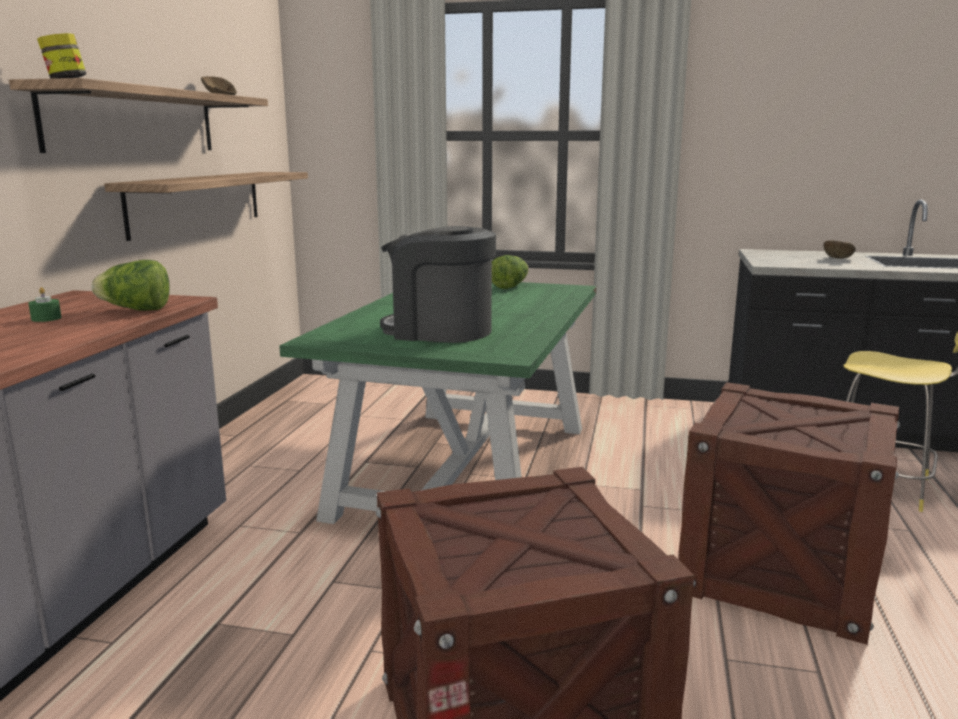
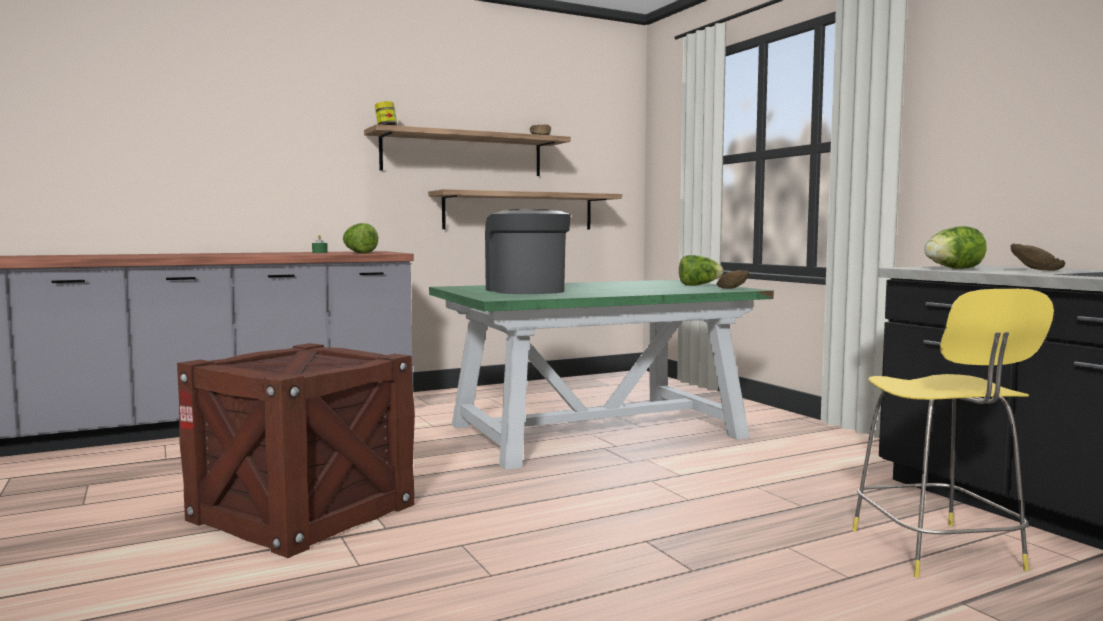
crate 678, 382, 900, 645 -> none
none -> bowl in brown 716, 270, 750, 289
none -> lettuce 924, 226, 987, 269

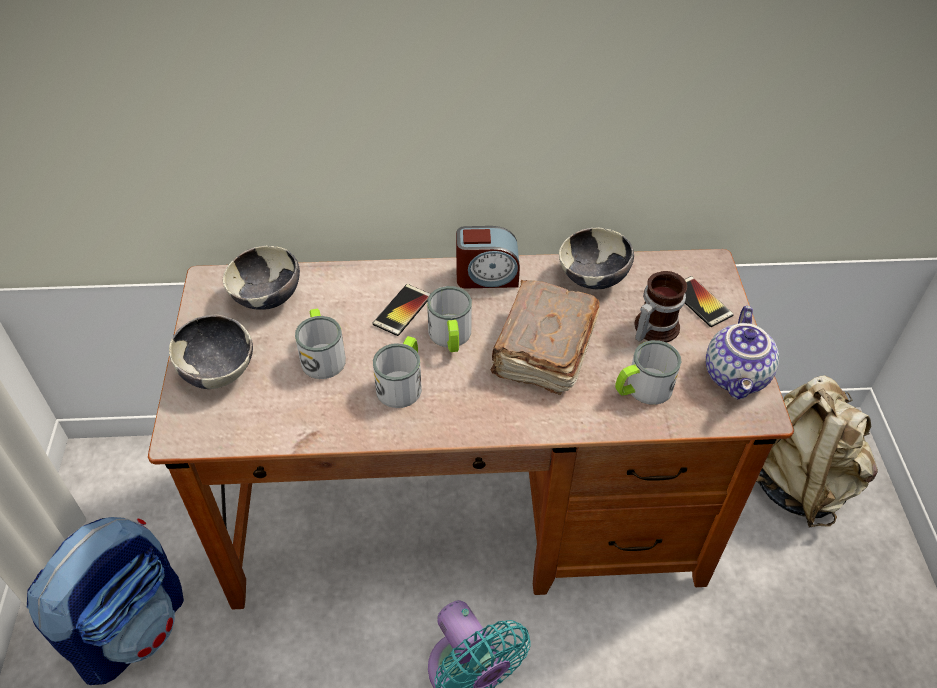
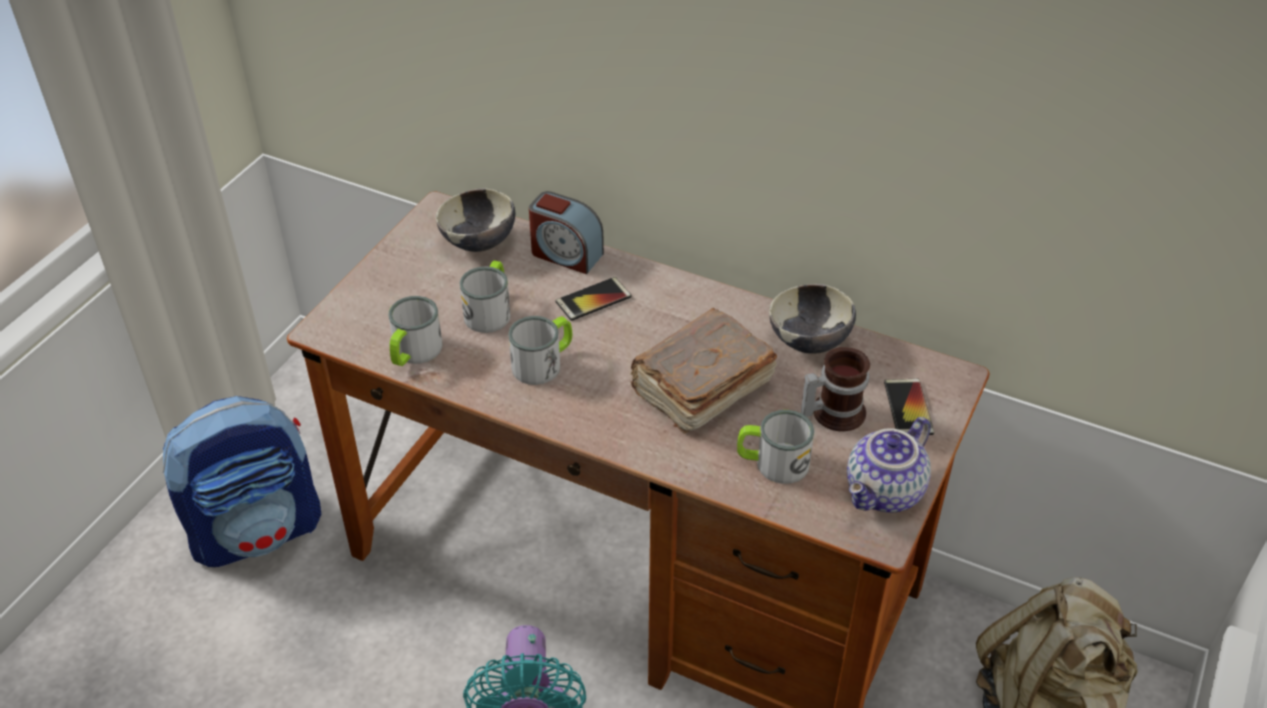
bowl 169, 315, 253, 389 -> none
mug 427, 286, 472, 352 -> mug 389, 296, 442, 366, moved
alarm clock 456, 226, 520, 288 -> alarm clock 529, 191, 604, 274, moved

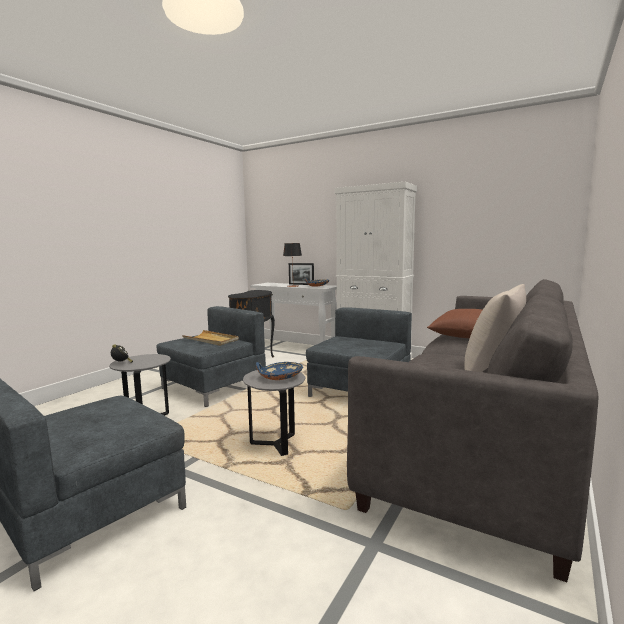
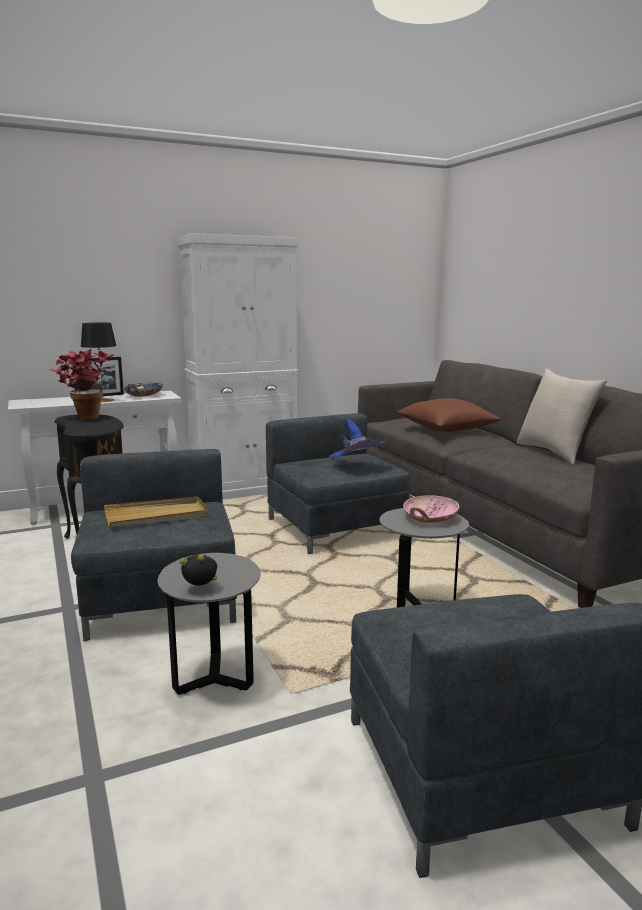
bowl in blue 256, 362, 303, 380 -> bowl in pink 403, 495, 459, 523
none -> potted plant 49, 349, 115, 420
none -> hat in blue 329, 418, 386, 461

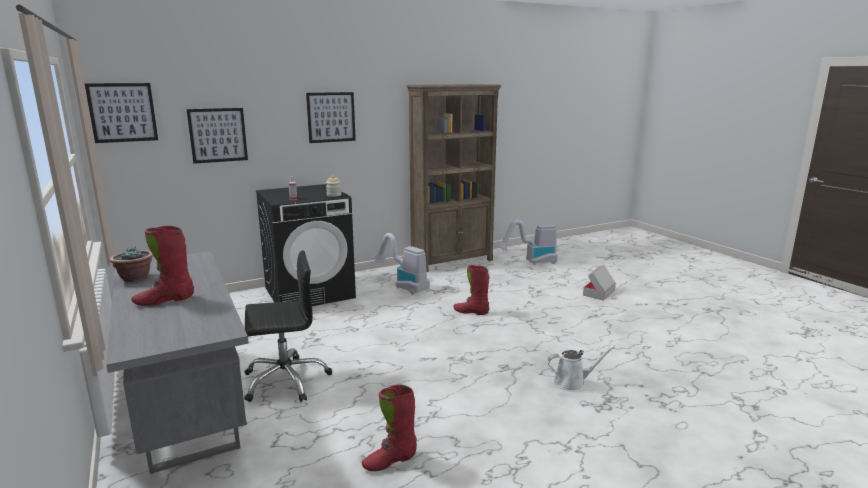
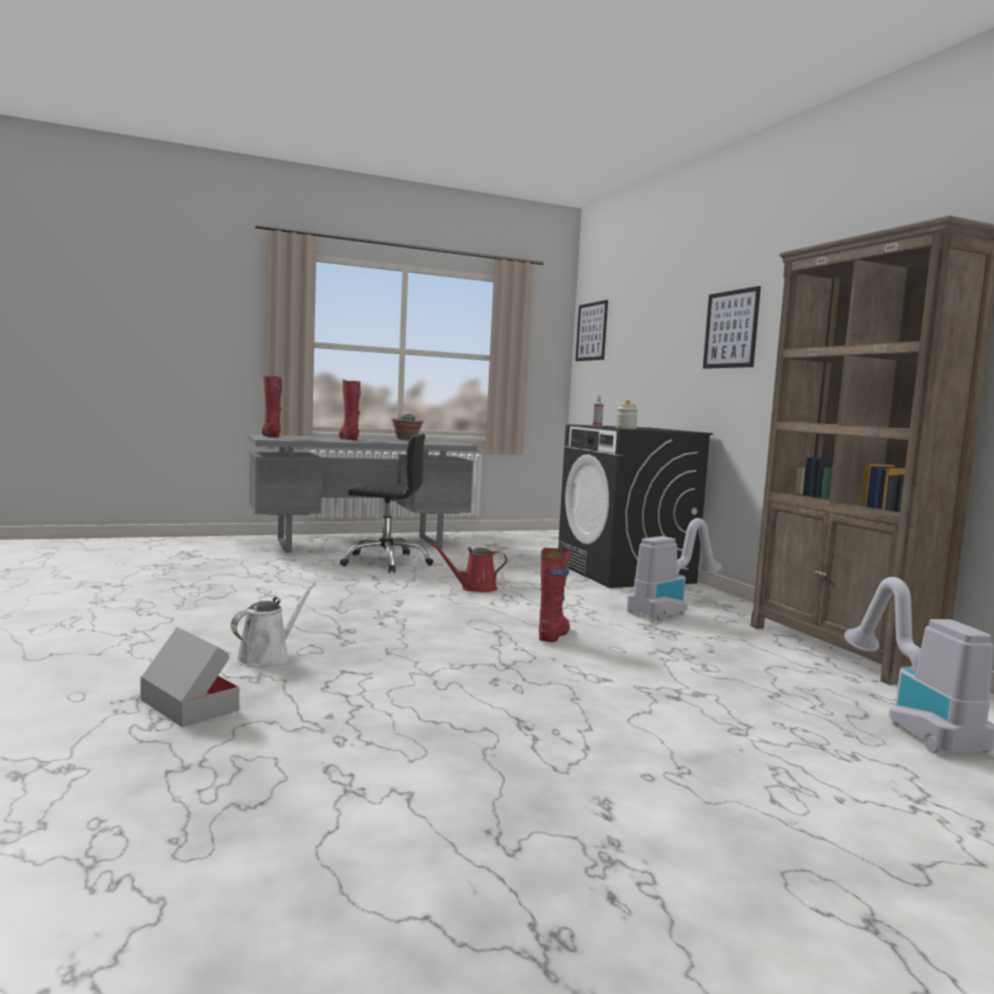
picture 186, 108, 248, 164 -> none
office chair in black 244, 250, 332, 402 -> office chair in black 340, 434, 434, 573, 75 degrees counterclockwise
boot in red 362, 384, 417, 471 -> boot in red 262, 375, 282, 437, moved
watering can in white 547, 346, 615, 392 -> watering can in white 231, 582, 316, 667, 150 degrees counterclockwise
cardboard box 583, 265, 616, 300 -> cardboard box 140, 627, 239, 727, moved
none -> watering can in red 431, 543, 507, 592

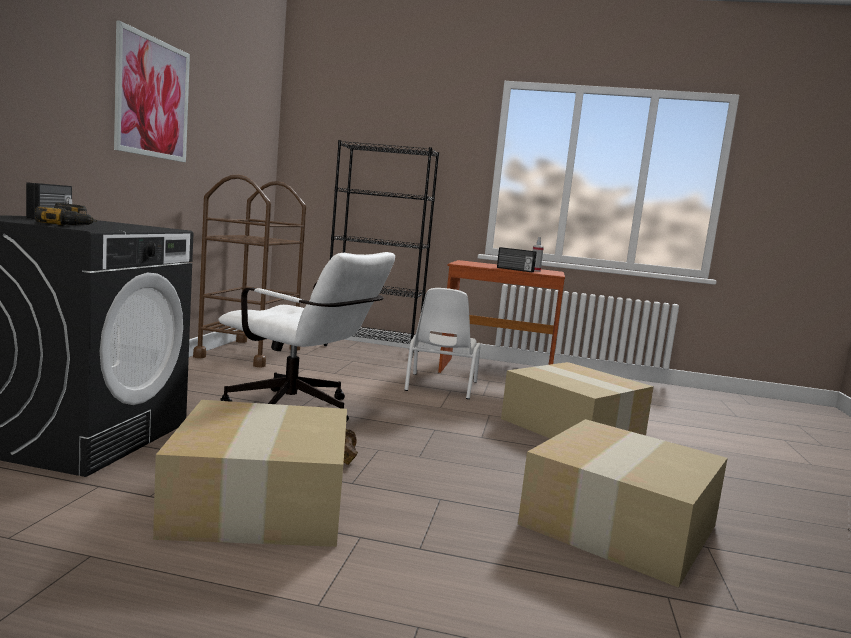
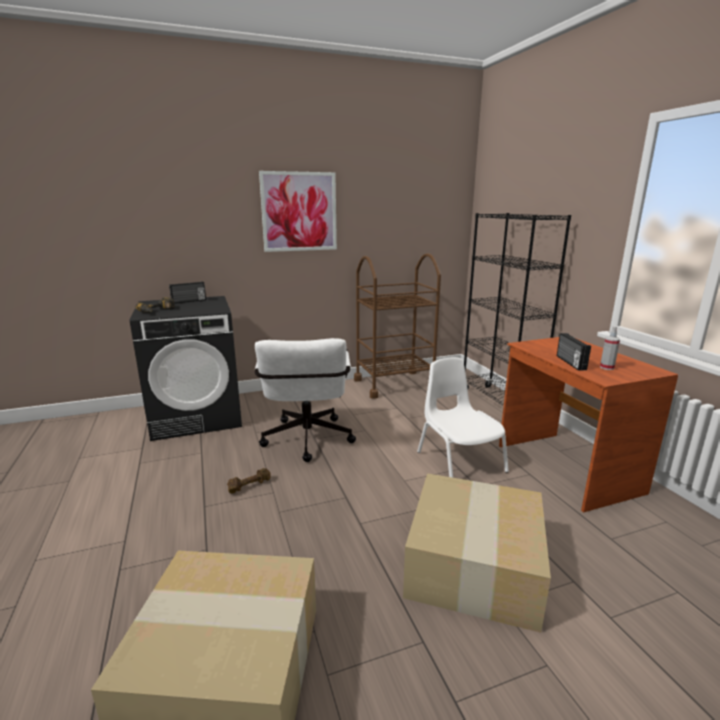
cardboard box 153, 400, 347, 547 -> none
chair in white 404, 288, 481, 399 -> chair in white 417, 357, 509, 478, 90 degrees clockwise

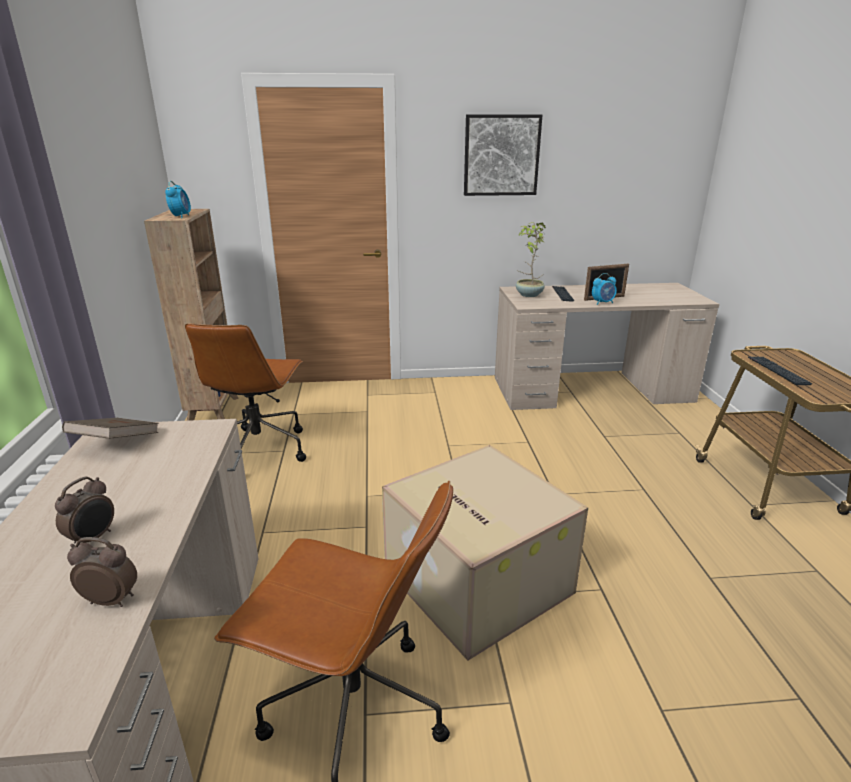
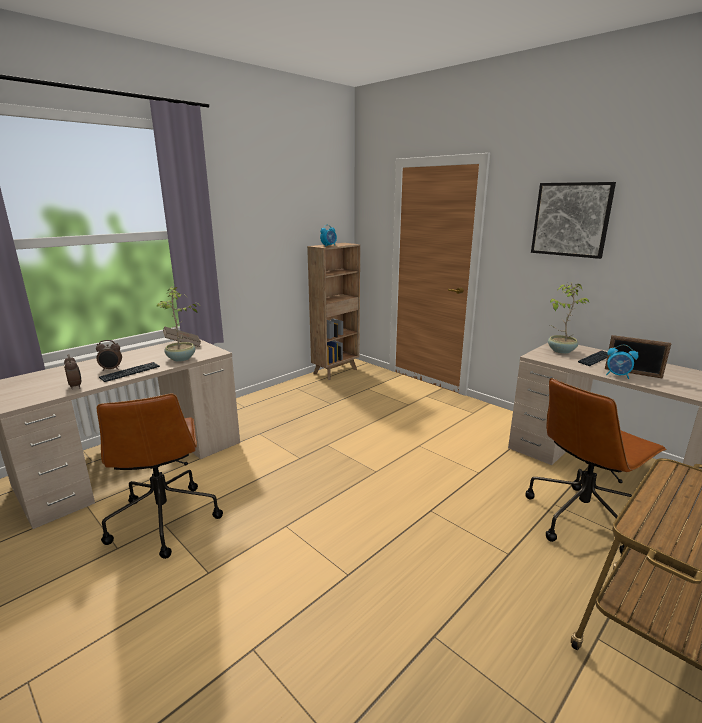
office chair in brown 185, 323, 306, 462 -> office chair in brown 525, 378, 667, 554, moved
cardboard box 382, 445, 588, 661 -> none
keyboard 748, 357, 812, 385 -> keyboard 99, 362, 160, 382, moved
none -> potted plant 157, 286, 198, 362

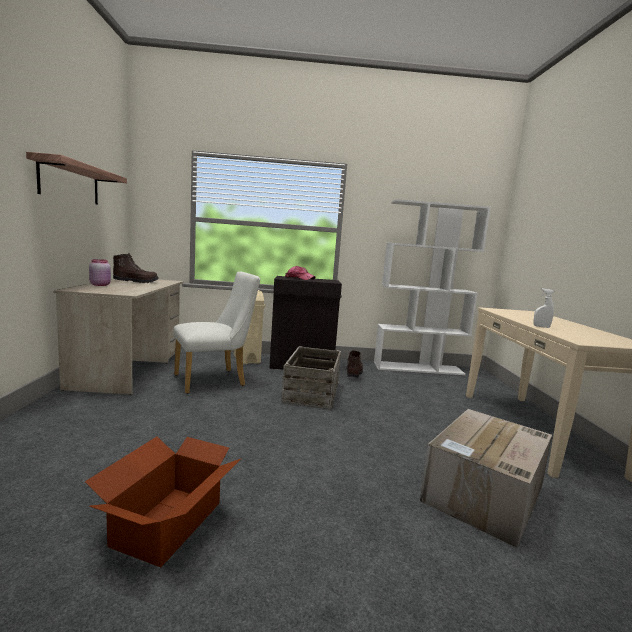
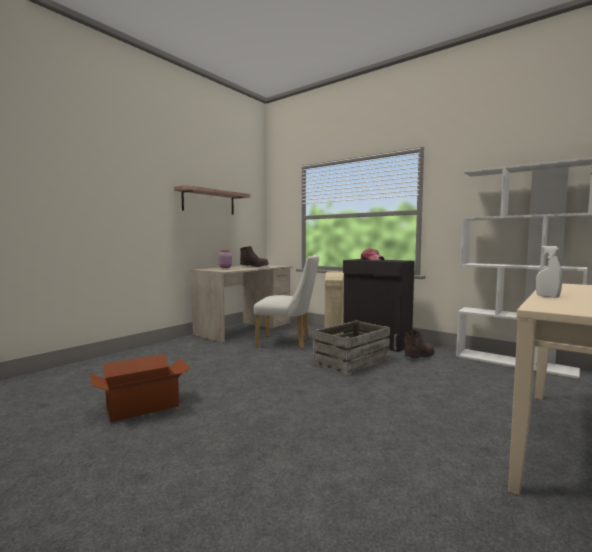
cardboard box 420, 409, 552, 548 -> none

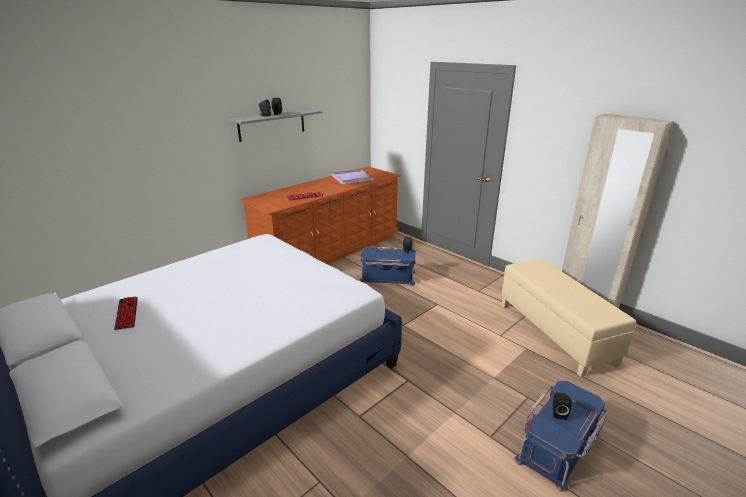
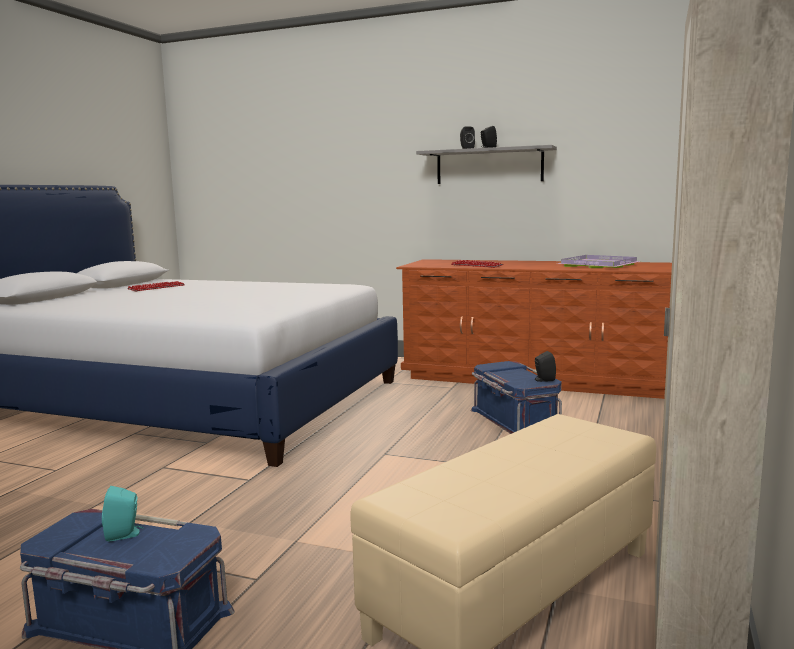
speaker in black 553, 392, 572, 420 -> speaker in turquoise 102, 486, 143, 542

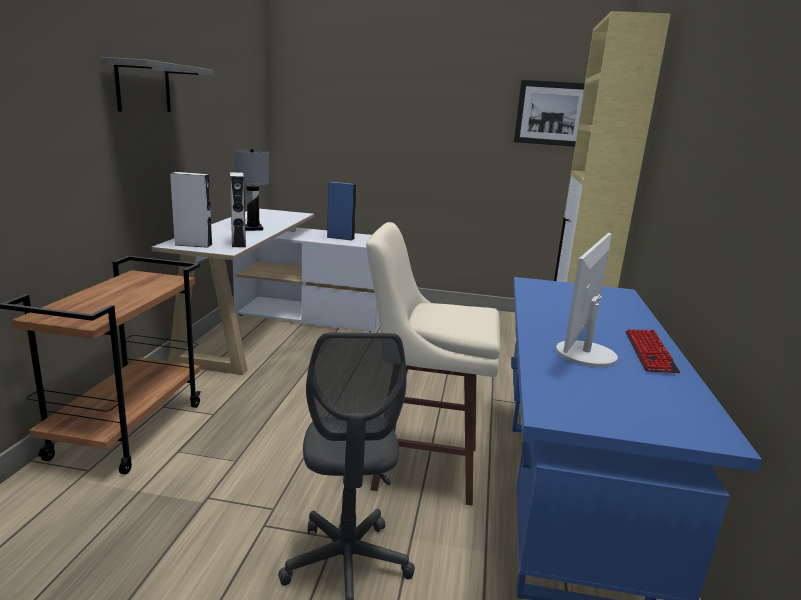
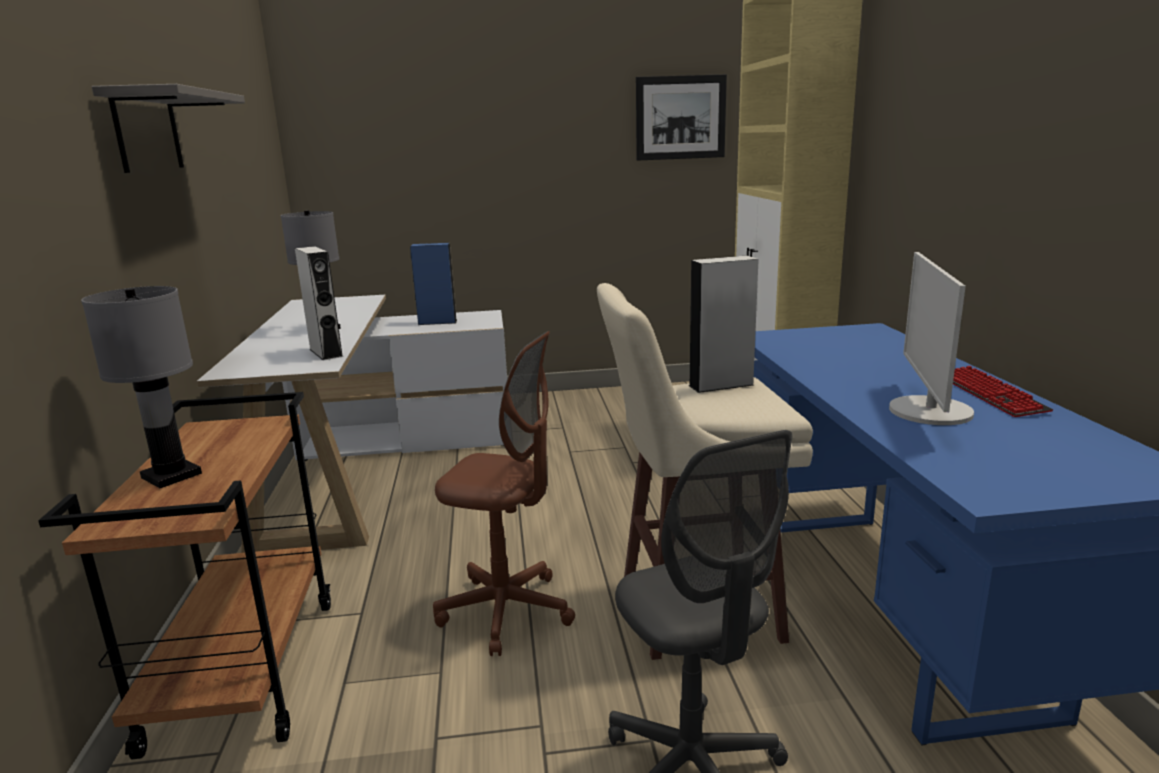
speaker in grey 170, 172, 213, 248 -> speaker in grey 688, 256, 759, 393, moved
none -> table lamp in grey 81, 286, 202, 488
none -> office chair in brown 433, 331, 575, 656

